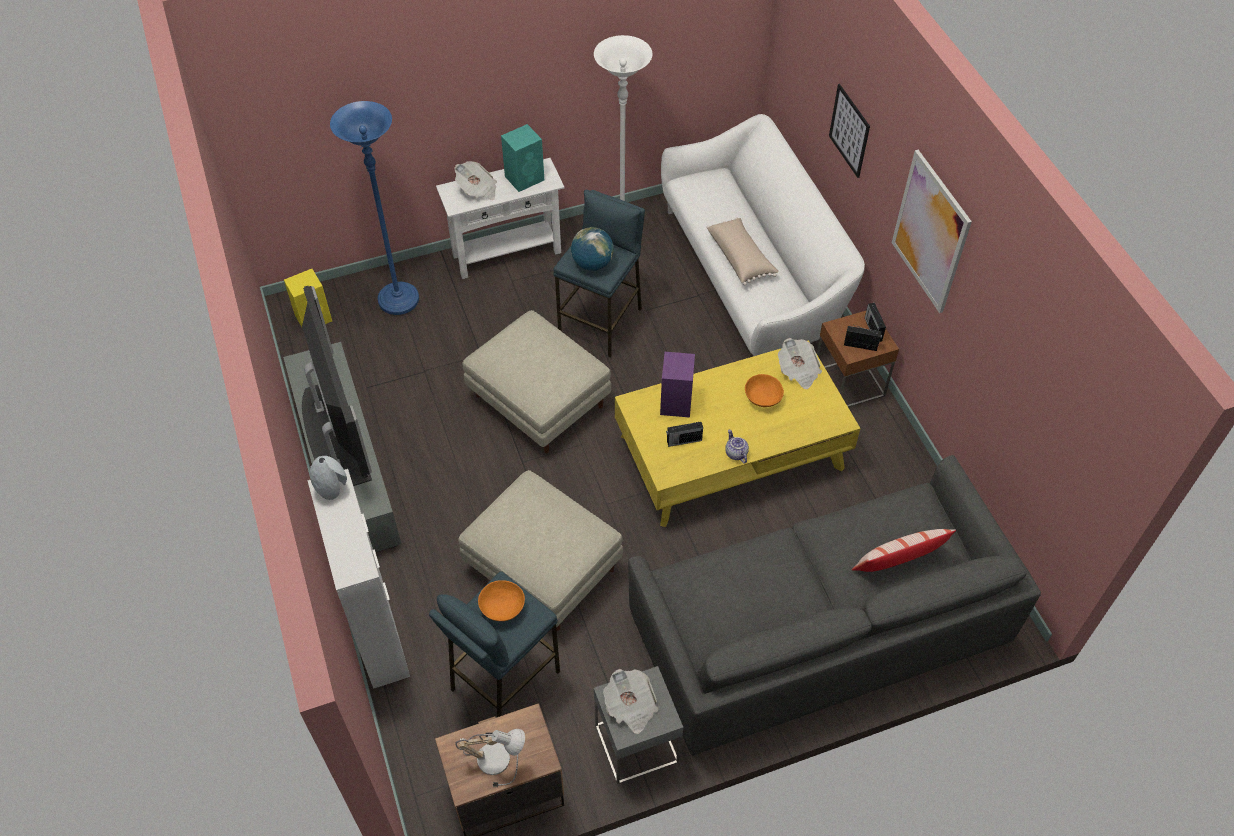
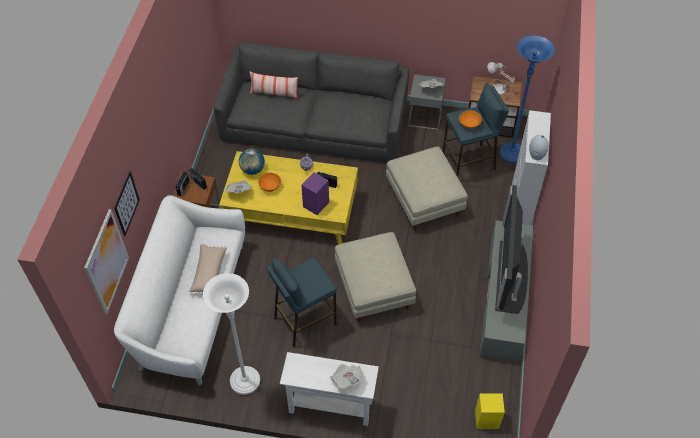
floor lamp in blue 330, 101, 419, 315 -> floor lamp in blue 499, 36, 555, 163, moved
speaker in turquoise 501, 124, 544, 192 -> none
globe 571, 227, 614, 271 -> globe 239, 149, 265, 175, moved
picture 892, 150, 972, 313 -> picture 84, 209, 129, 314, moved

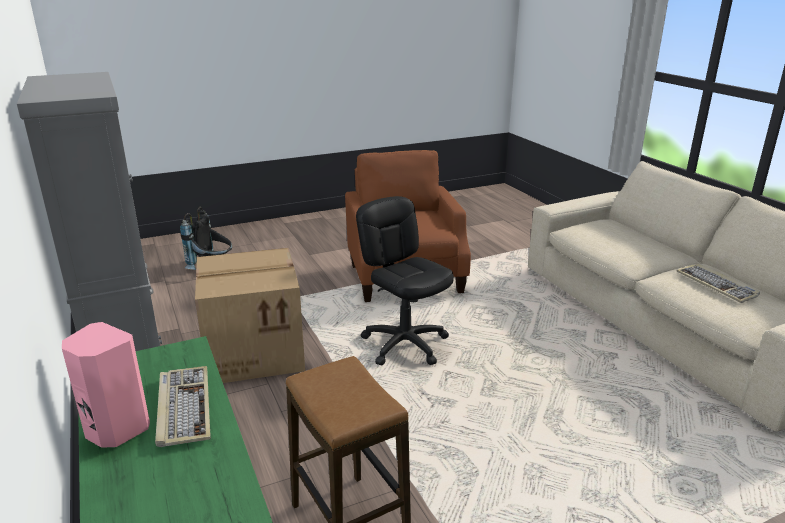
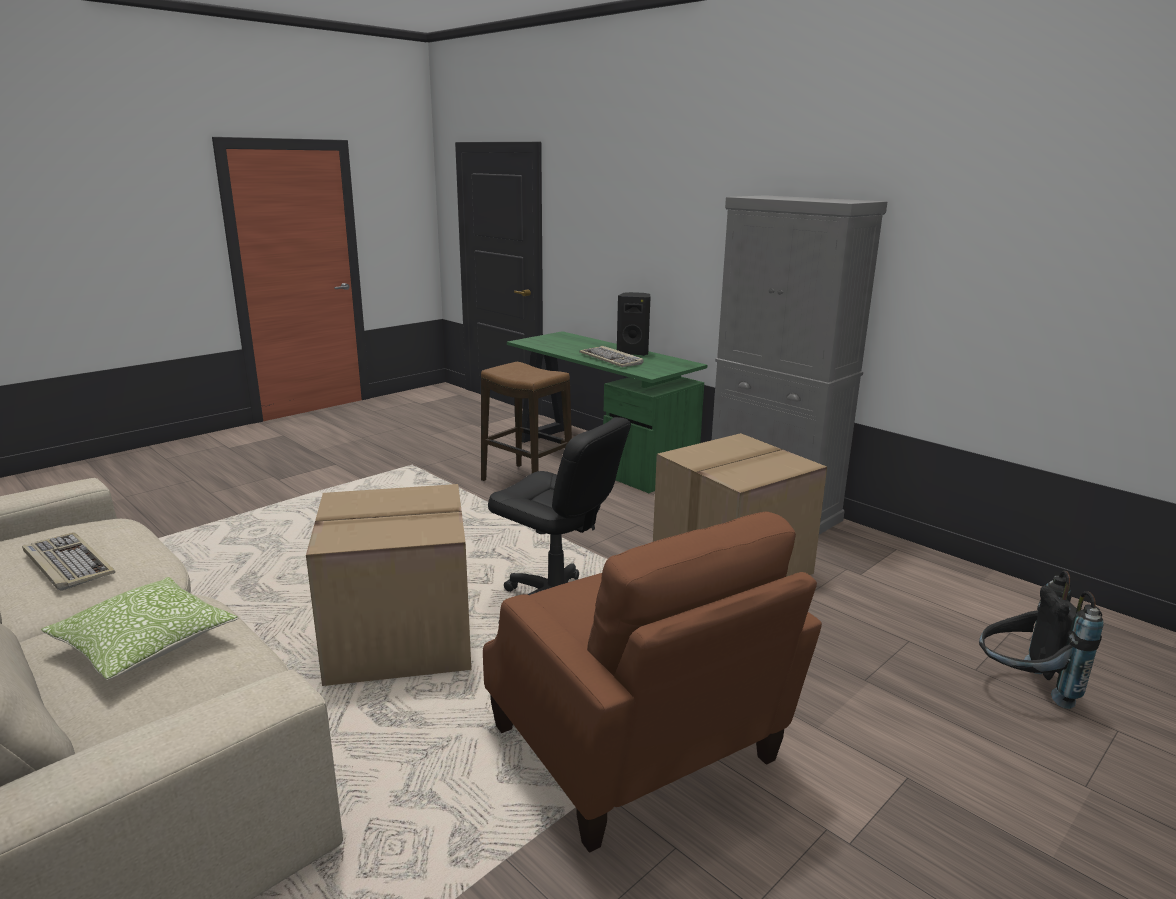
speaker in pink 62, 322, 150, 448 -> speaker in black 617, 292, 650, 356
none -> pillow 41, 577, 239, 680
none -> cardboard box 306, 484, 471, 686

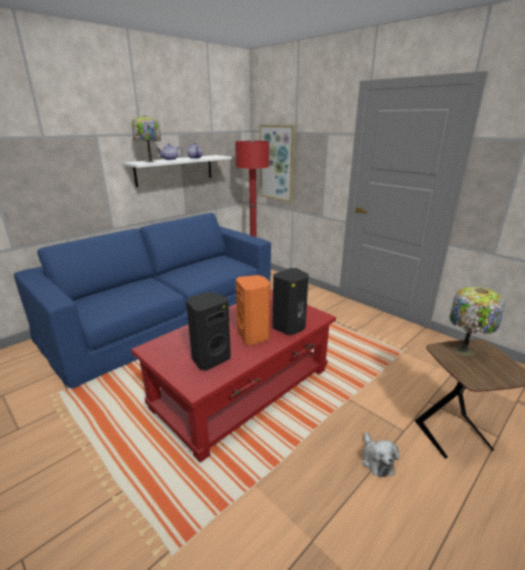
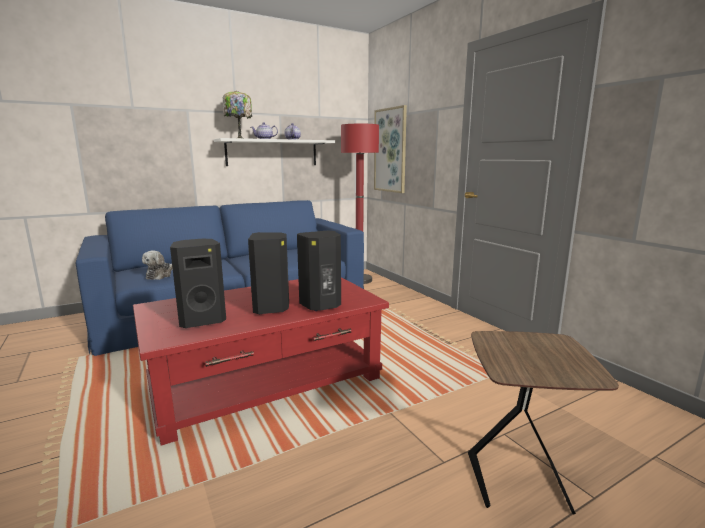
speaker in orange 236, 275, 270, 346 -> speaker in black 248, 232, 289, 314
plush toy 362, 432, 399, 477 -> plush toy 142, 250, 173, 280, moved
table lamp 450, 287, 505, 357 -> none

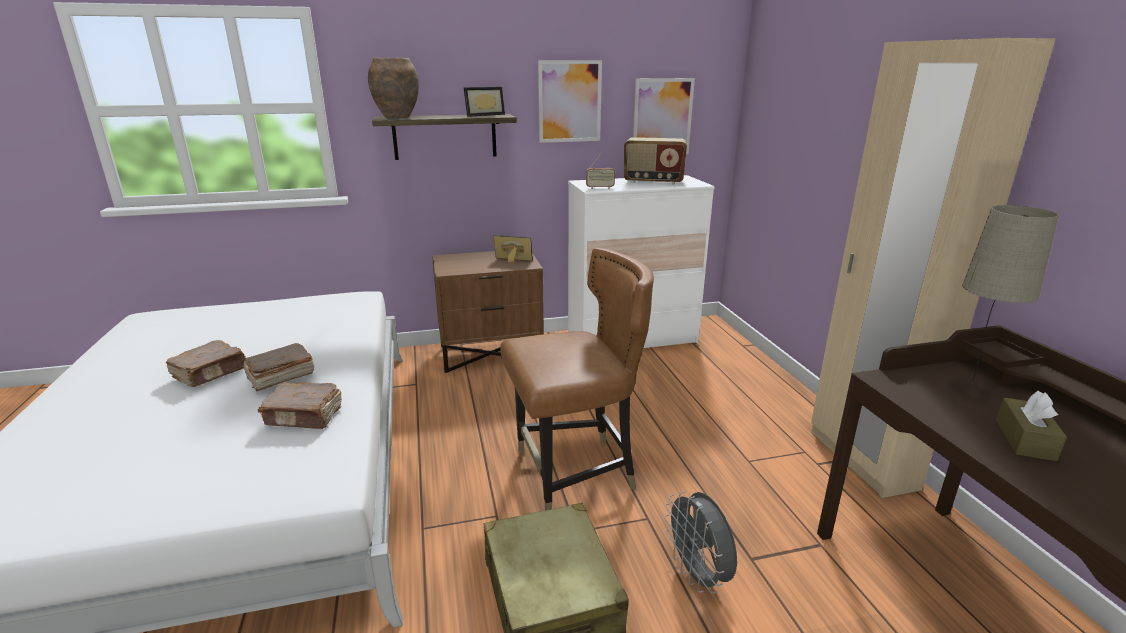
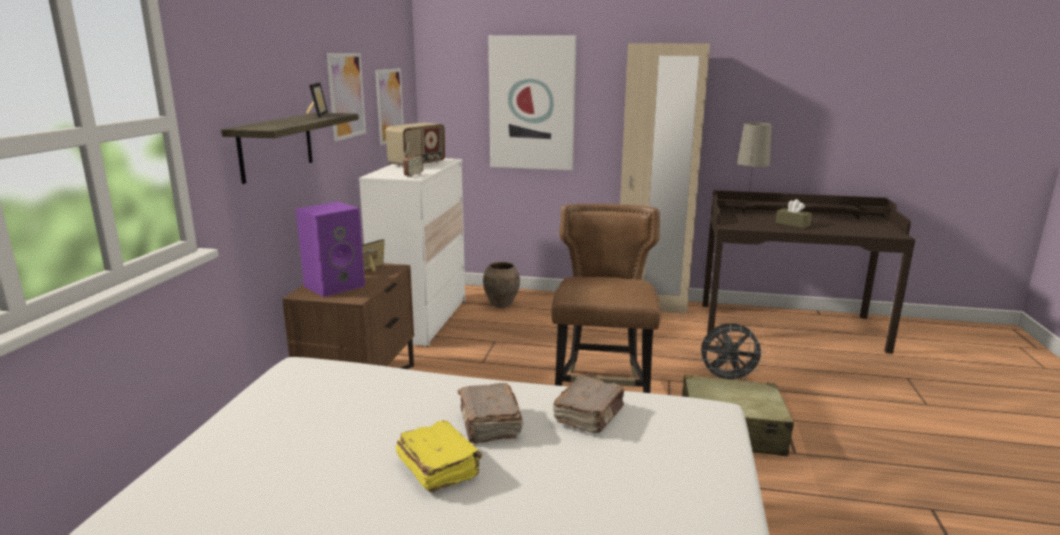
book in brown 166, 340, 246, 387 -> book in yellow 396, 420, 482, 492
vase in brown 368, 58, 419, 118 -> vase in brown 483, 262, 520, 308, moved
none -> speaker in purple 296, 202, 365, 297
none -> picture 489, 35, 577, 170

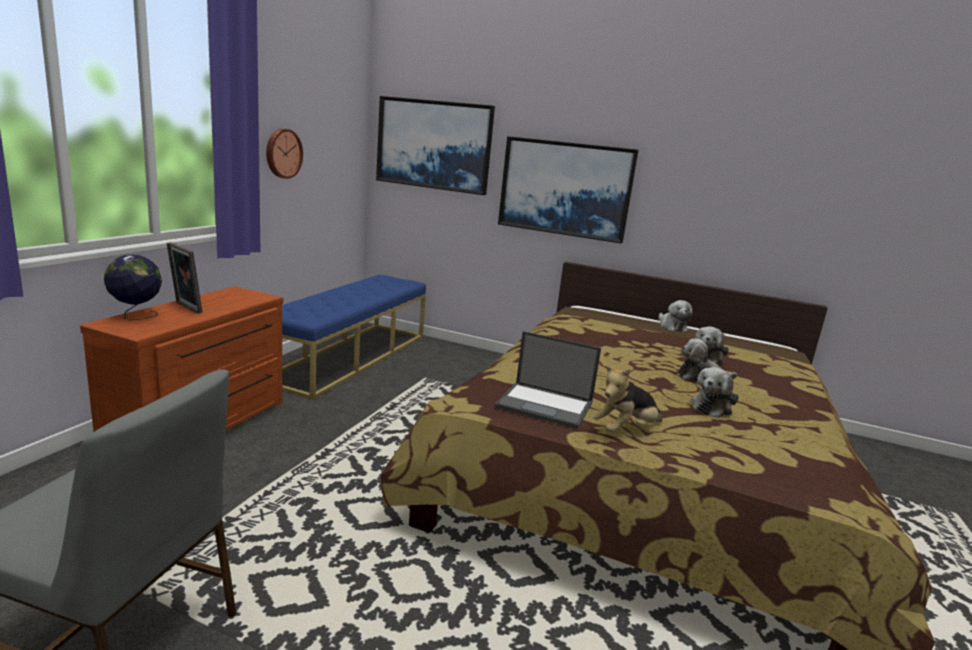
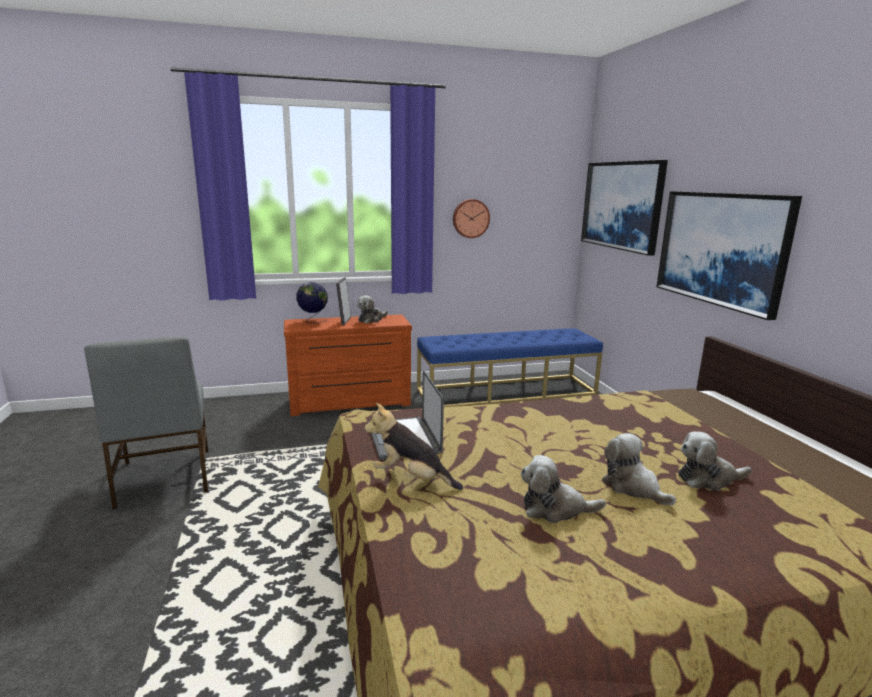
plush toy 658, 300, 693, 332 -> plush toy 357, 295, 388, 323, moved

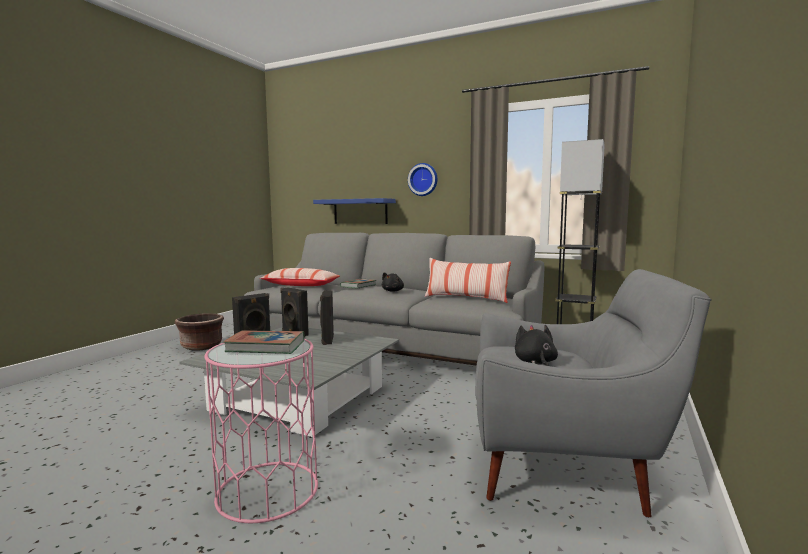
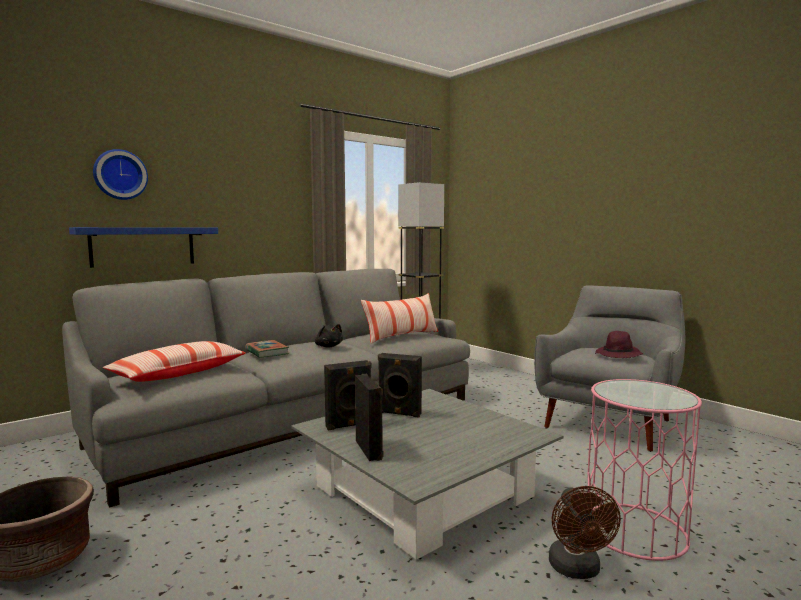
book 223, 330, 305, 354 -> none
wall clock 408, 163, 438, 196 -> wall clock 93, 149, 148, 200, moved
plush toy in black 515, 325, 558, 366 -> hat in purple 595, 331, 644, 358
none -> fan in brown 549, 486, 621, 579

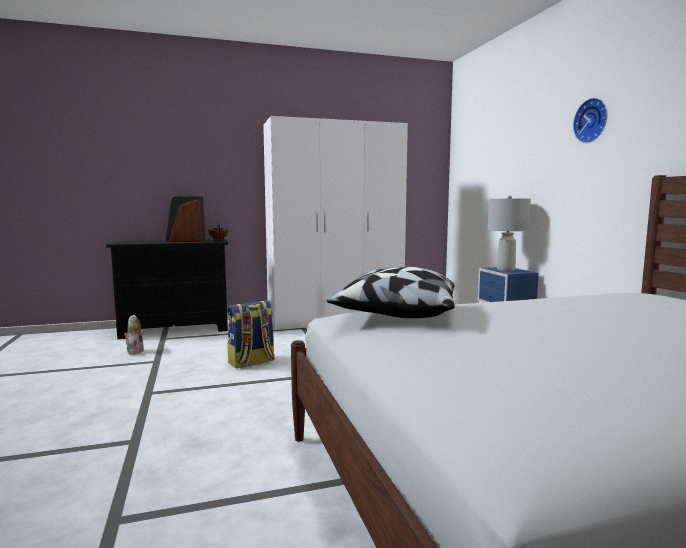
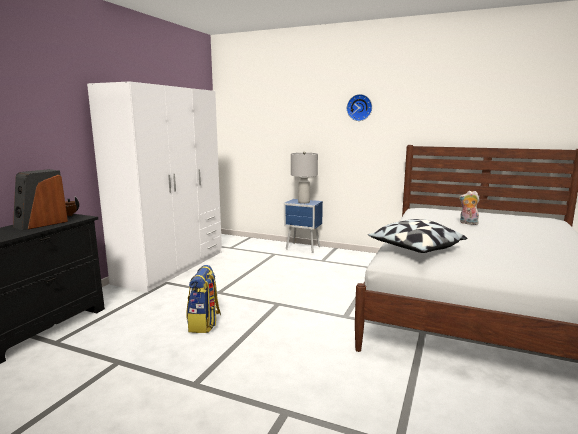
plush toy 124, 314, 143, 355 -> plush toy 459, 191, 479, 225, moved

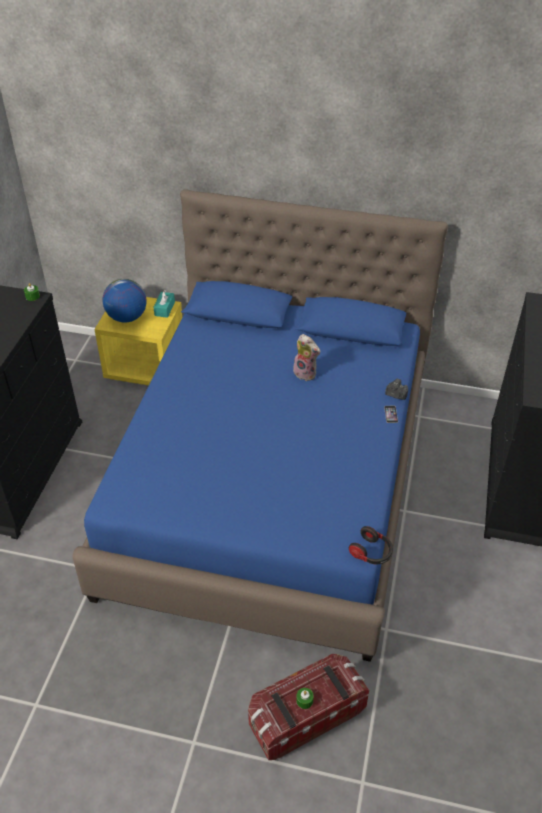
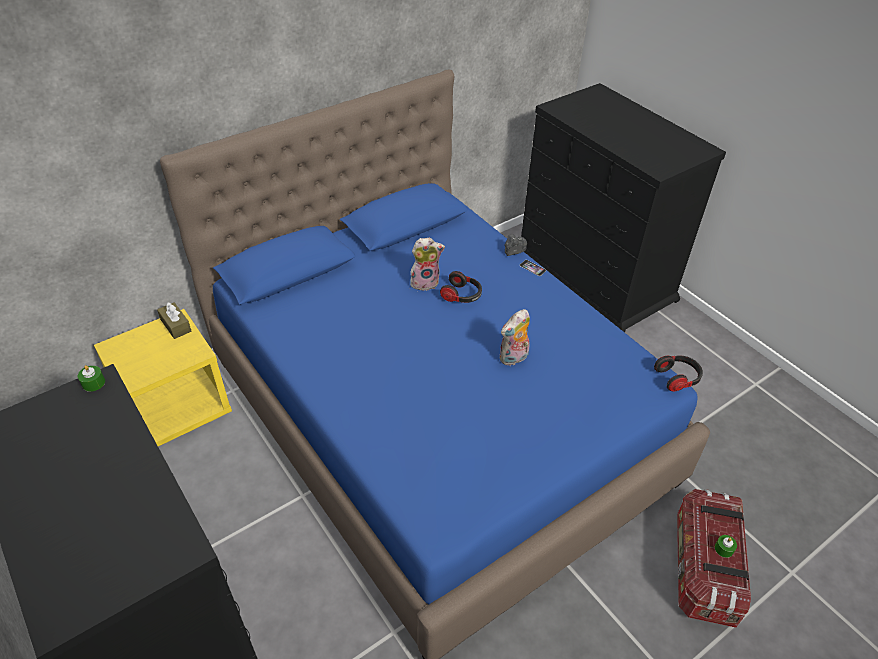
globe 102, 279, 147, 323 -> none
tissue box in turquoise 154, 290, 175, 318 -> tissue box in brown 157, 302, 191, 339
none -> headphones 440, 271, 482, 303
none -> plush toy 499, 309, 530, 365

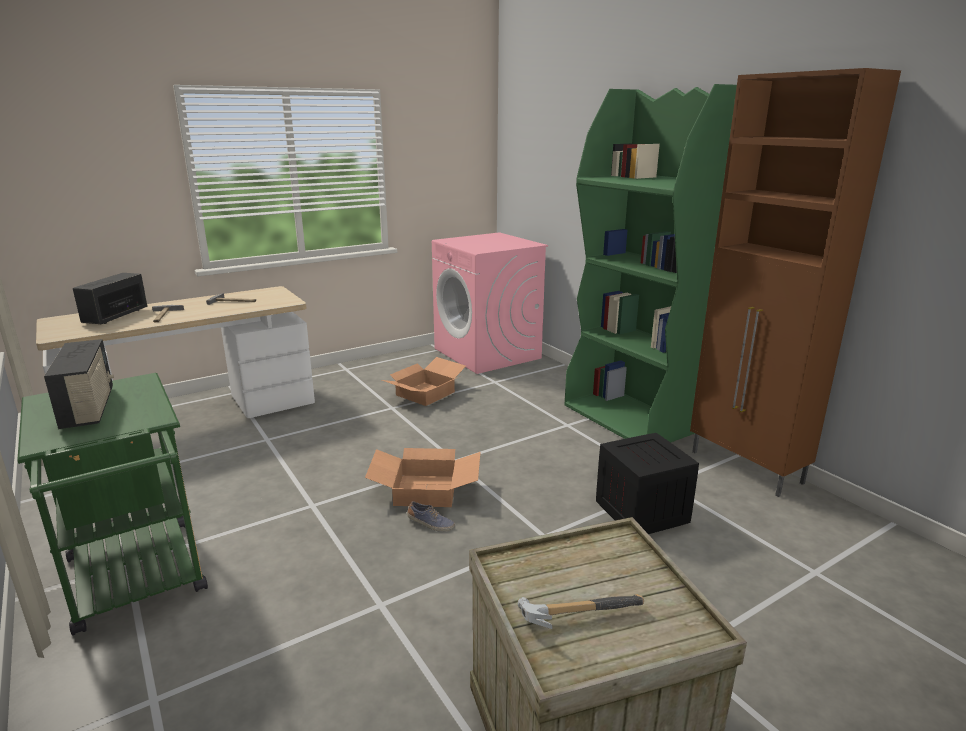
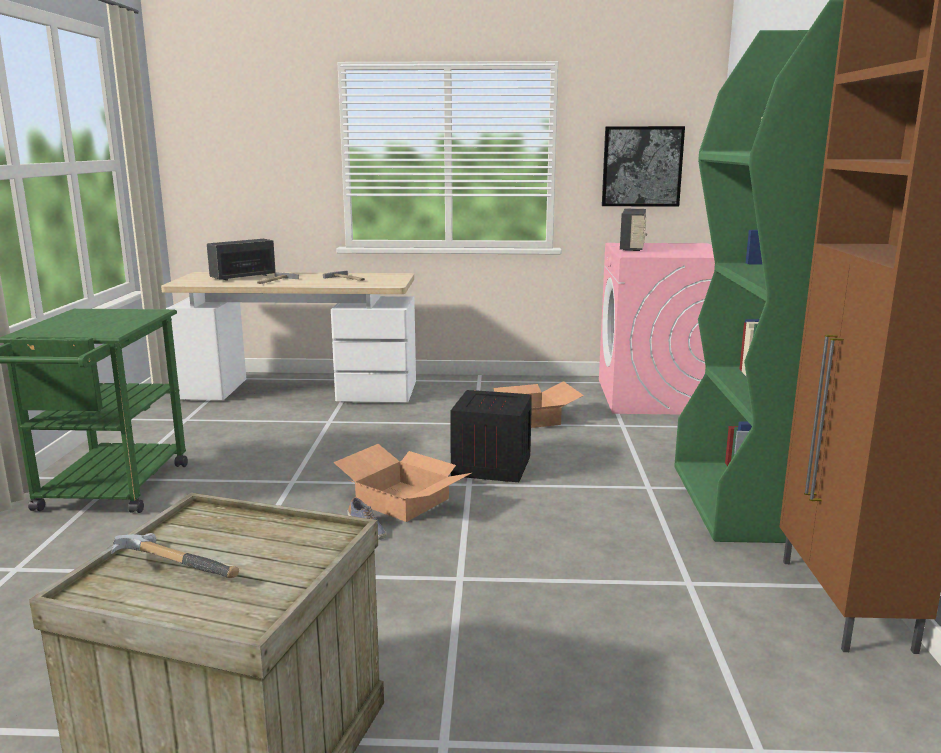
radio 44, 339, 114, 429 -> radio 620, 209, 647, 251, moved
crate 596, 433, 699, 534 -> crate 450, 390, 532, 482, moved
none -> picture 602, 126, 685, 207

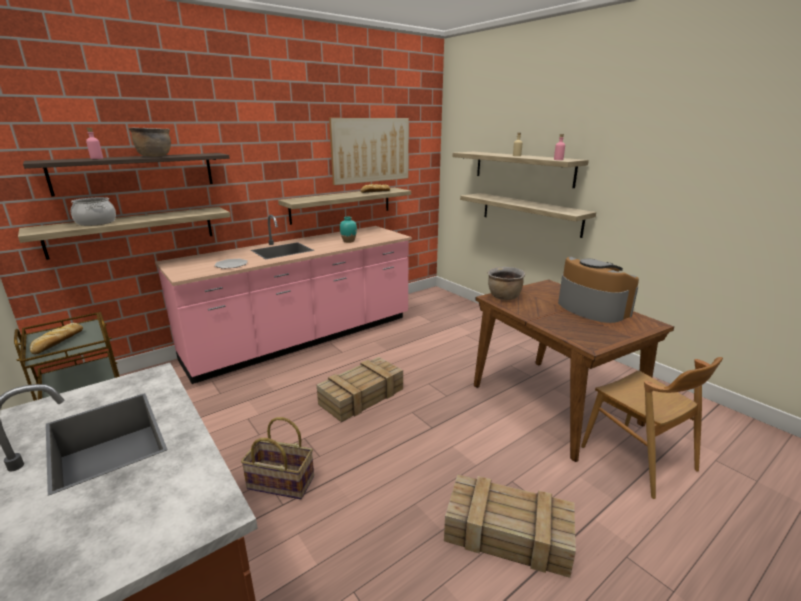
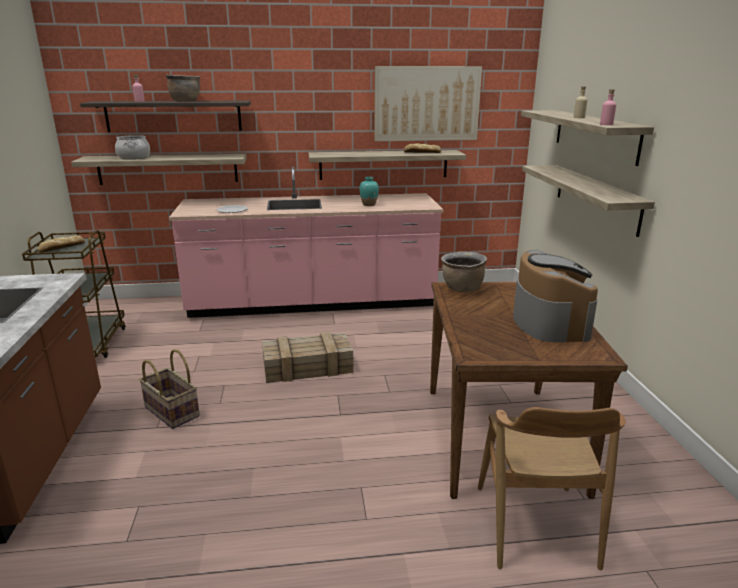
crate 444, 474, 576, 578 -> none

